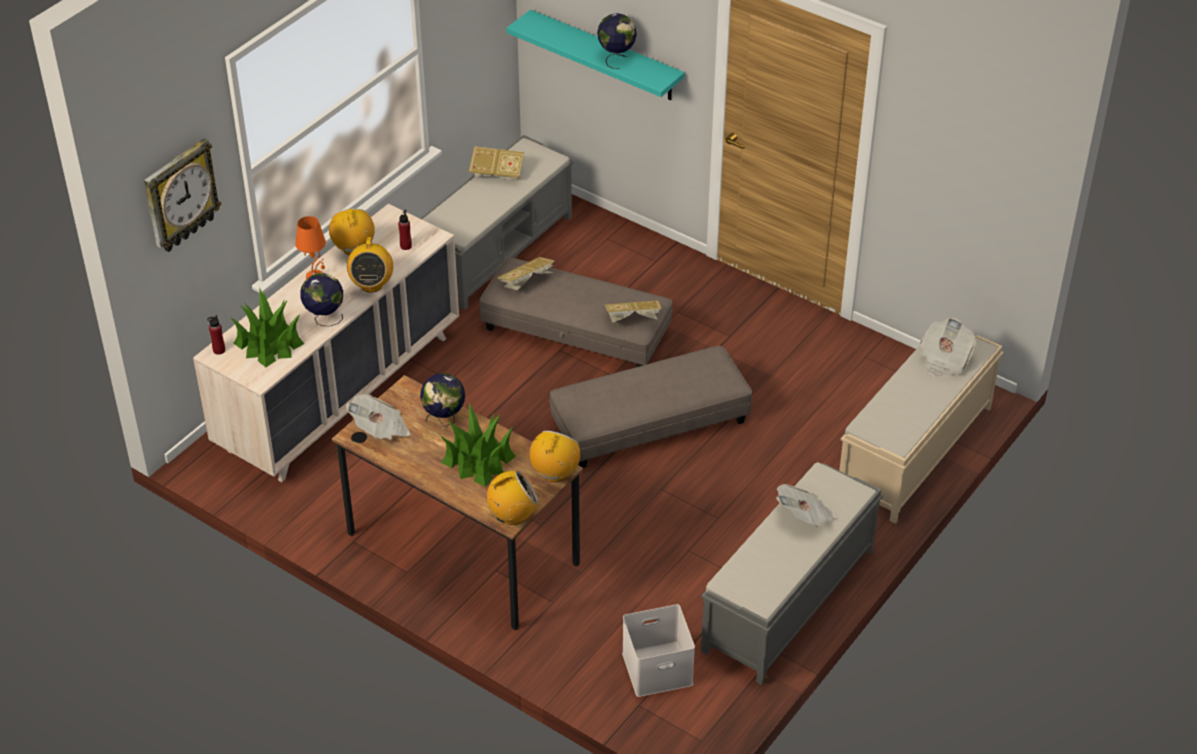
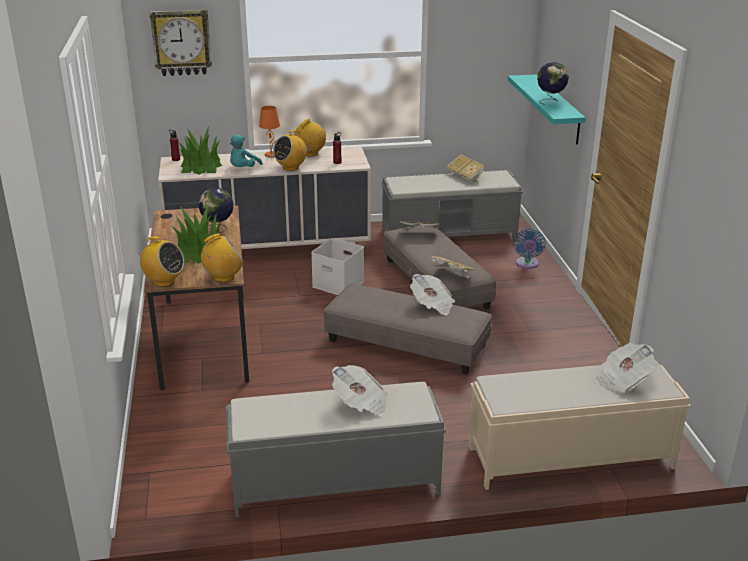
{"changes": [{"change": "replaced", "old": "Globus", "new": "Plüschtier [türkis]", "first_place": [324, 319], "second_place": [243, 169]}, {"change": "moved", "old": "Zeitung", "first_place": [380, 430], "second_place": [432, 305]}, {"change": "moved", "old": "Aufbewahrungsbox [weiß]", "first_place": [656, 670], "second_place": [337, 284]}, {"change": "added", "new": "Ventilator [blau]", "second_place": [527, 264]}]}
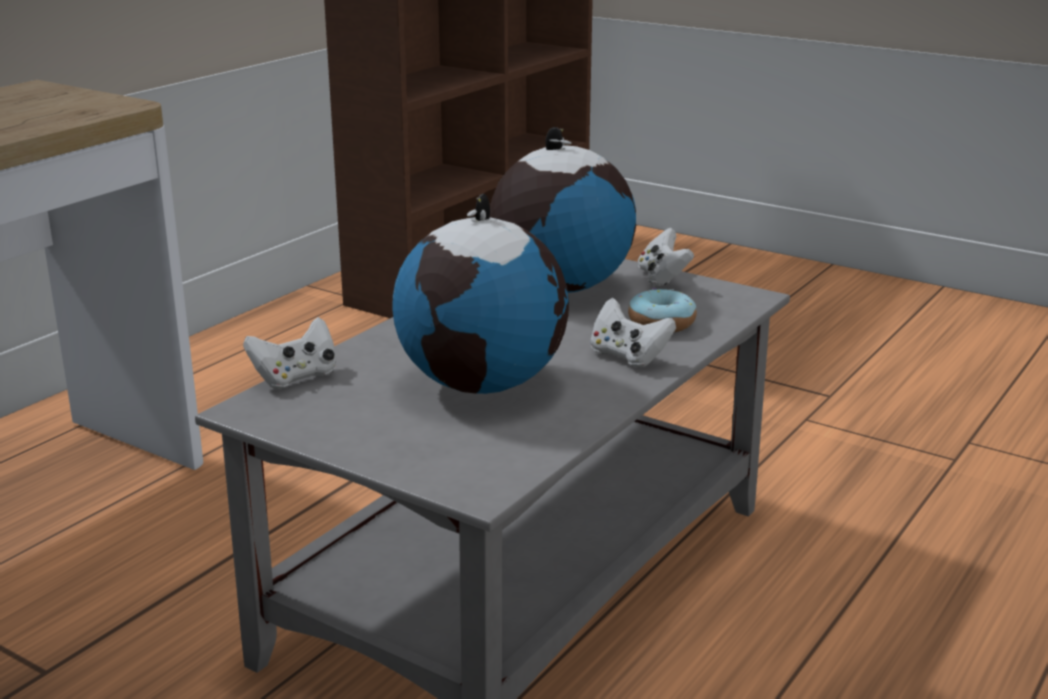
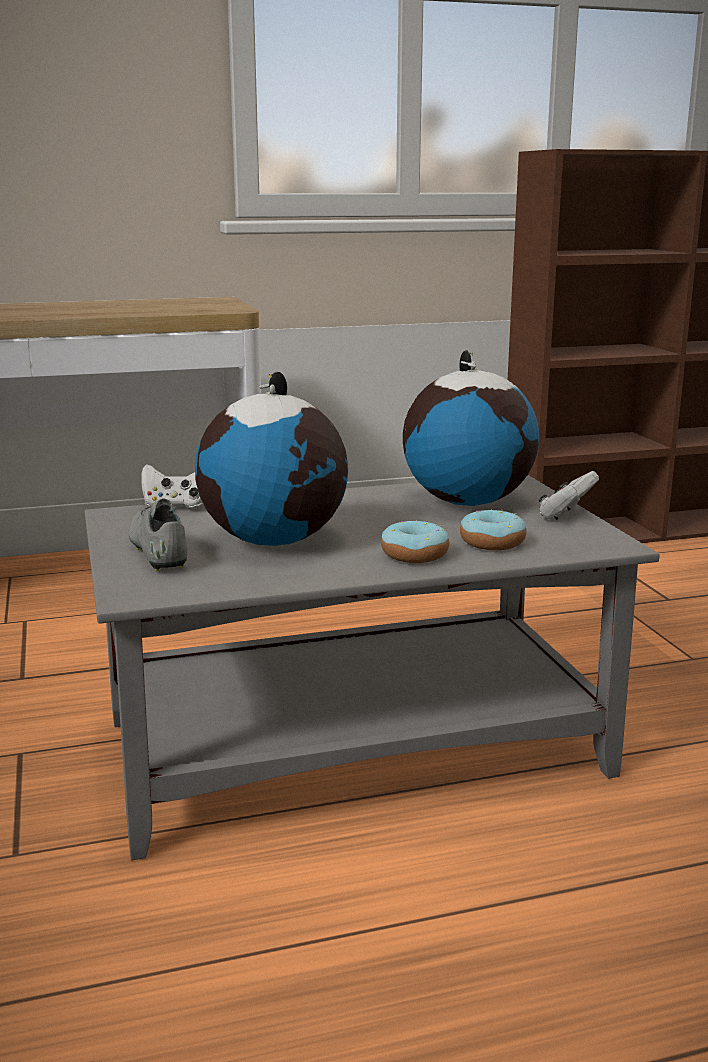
{"changes": [{"change": "replaced", "old": "Gamepad [weiß]", "new": "Donut", "first_place": [628, 356], "second_place": [414, 554]}, {"change": "added", "new": "Schuh [grau]", "second_place": [159, 551]}]}
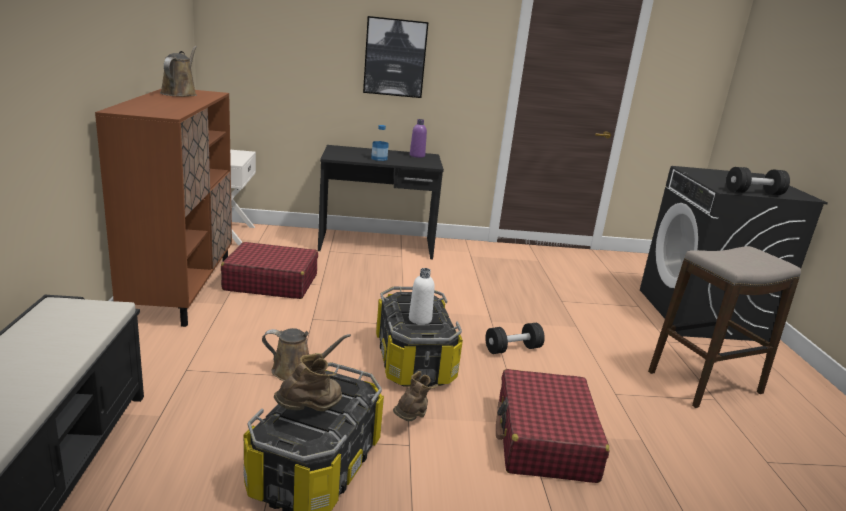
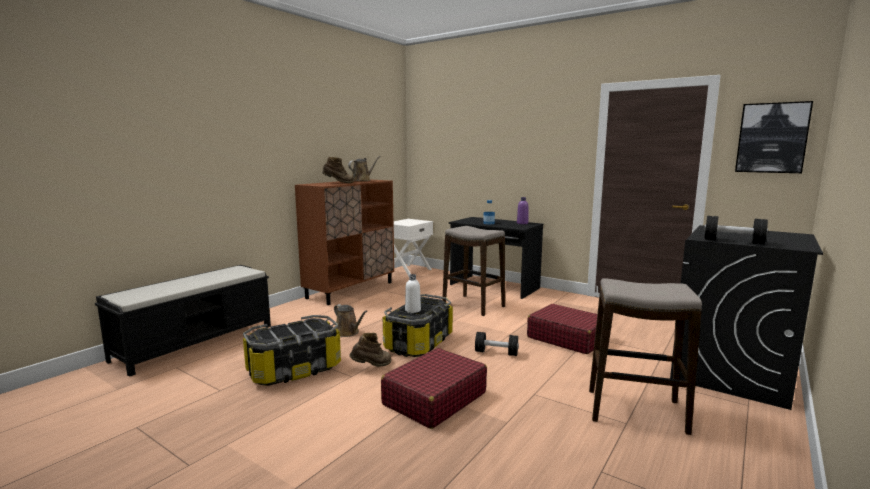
{"changes": [{"change": "moved", "old": "Koffer [rot]", "first_place": [270, 282], "second_place": [567, 338]}, {"change": "moved", "old": "Stiefel [braun]", "first_place": [311, 411], "second_place": [338, 183]}, {"change": "moved", "old": "Bild", "first_place": [395, 57], "second_place": [772, 138]}, {"change": "added", "new": "Hocker", "second_place": [473, 306]}]}
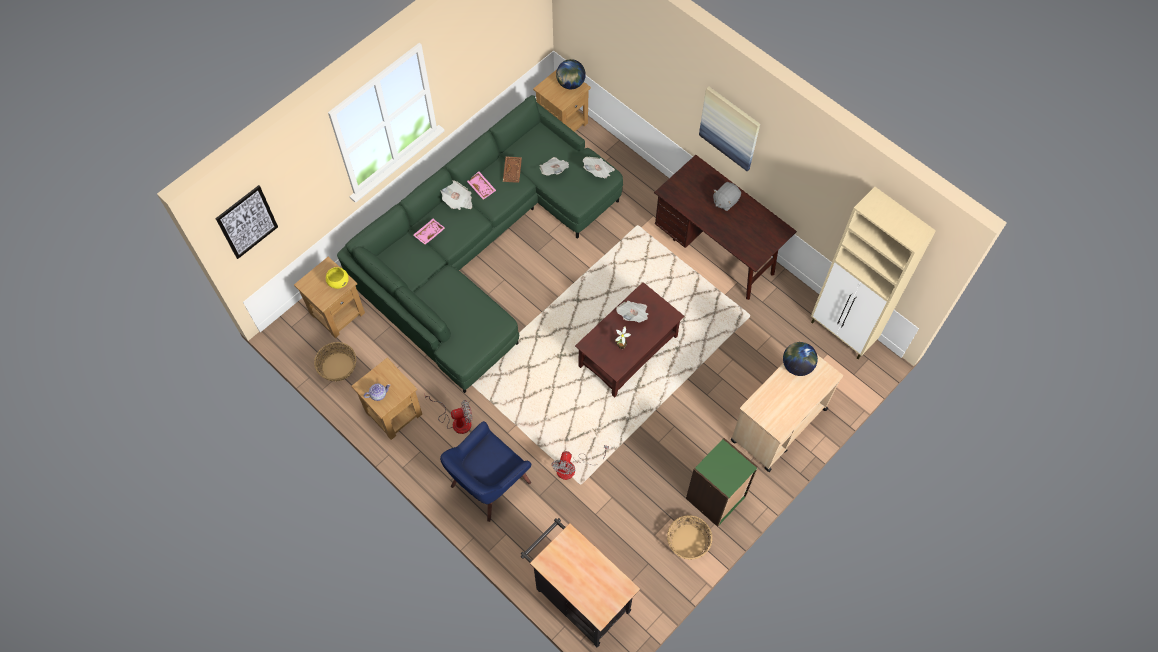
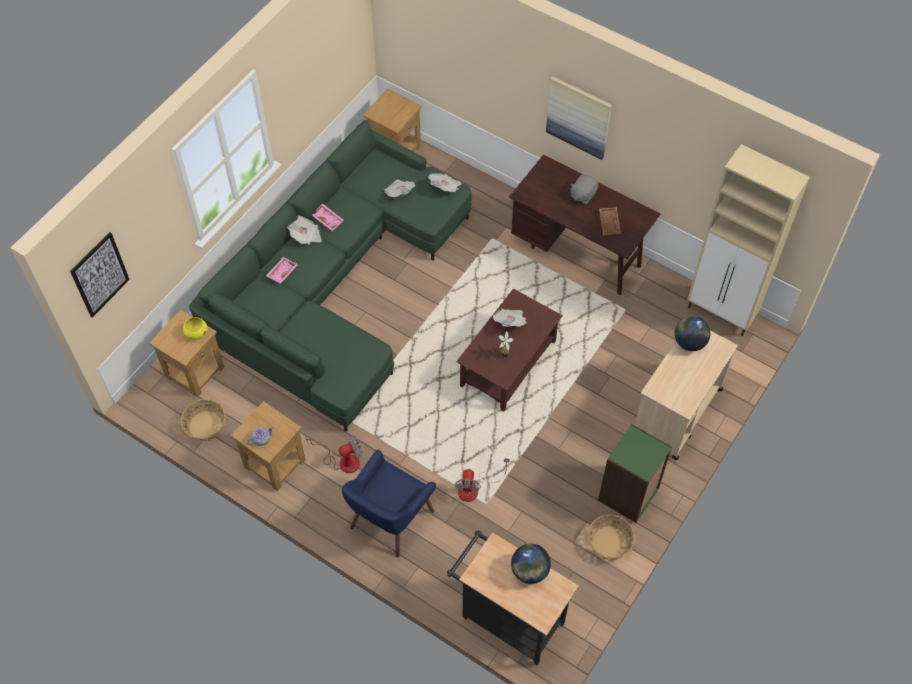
{"changes": [{"change": "moved", "old": "Tablett [braun]", "first_place": [513, 172], "second_place": [610, 224]}, {"change": "moved", "old": "Globus", "first_place": [570, 83], "second_place": [529, 571]}]}
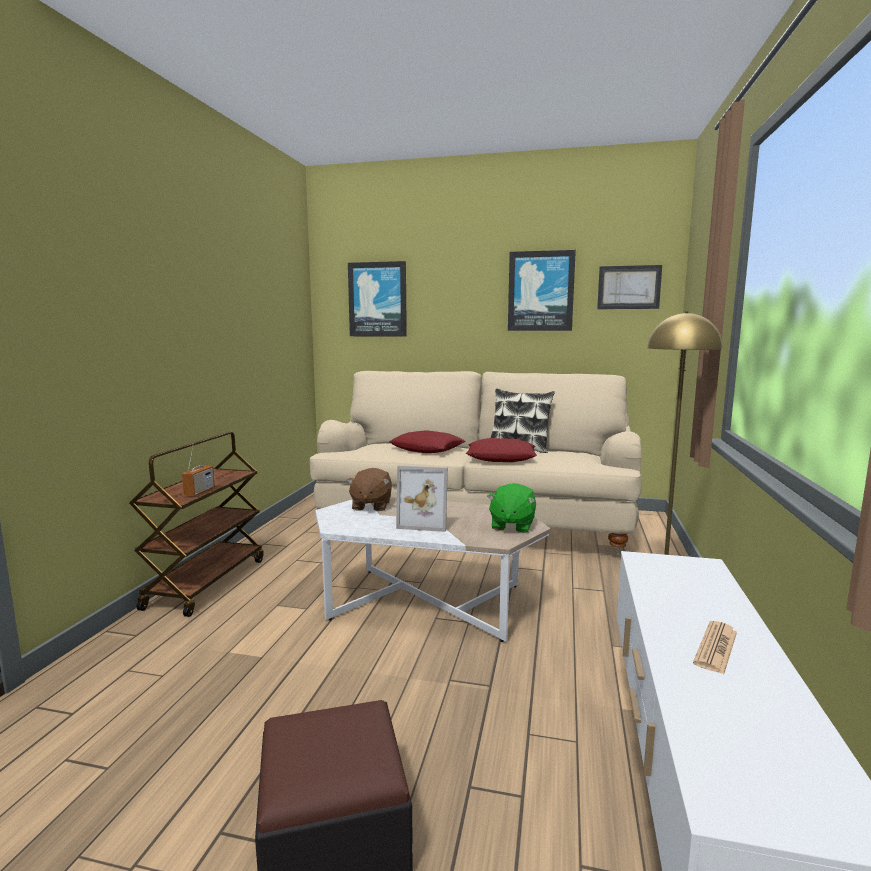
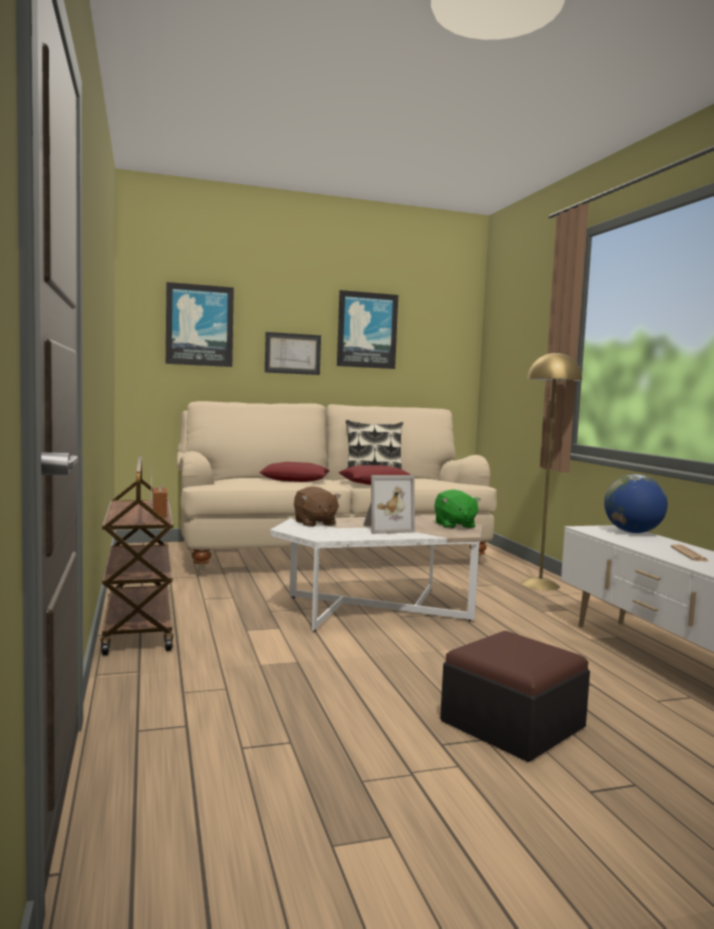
{"changes": [{"change": "moved", "old": "Bild", "first_place": [629, 287], "second_place": [292, 353]}, {"change": "added", "new": "Globus", "second_place": [633, 532]}]}
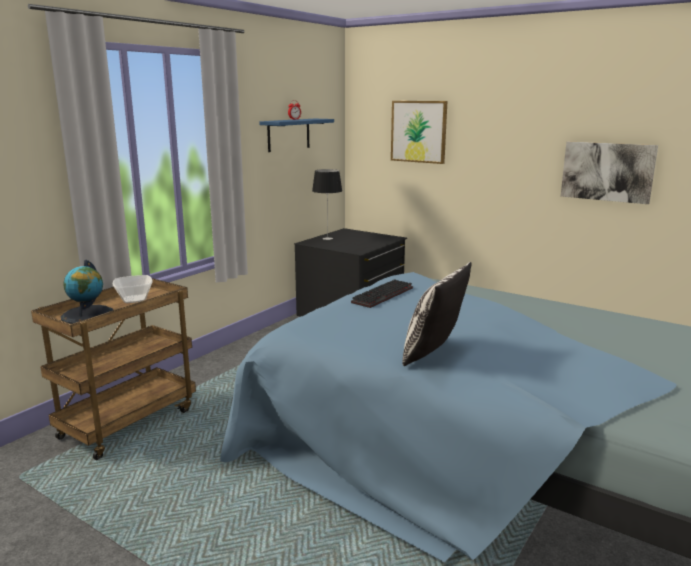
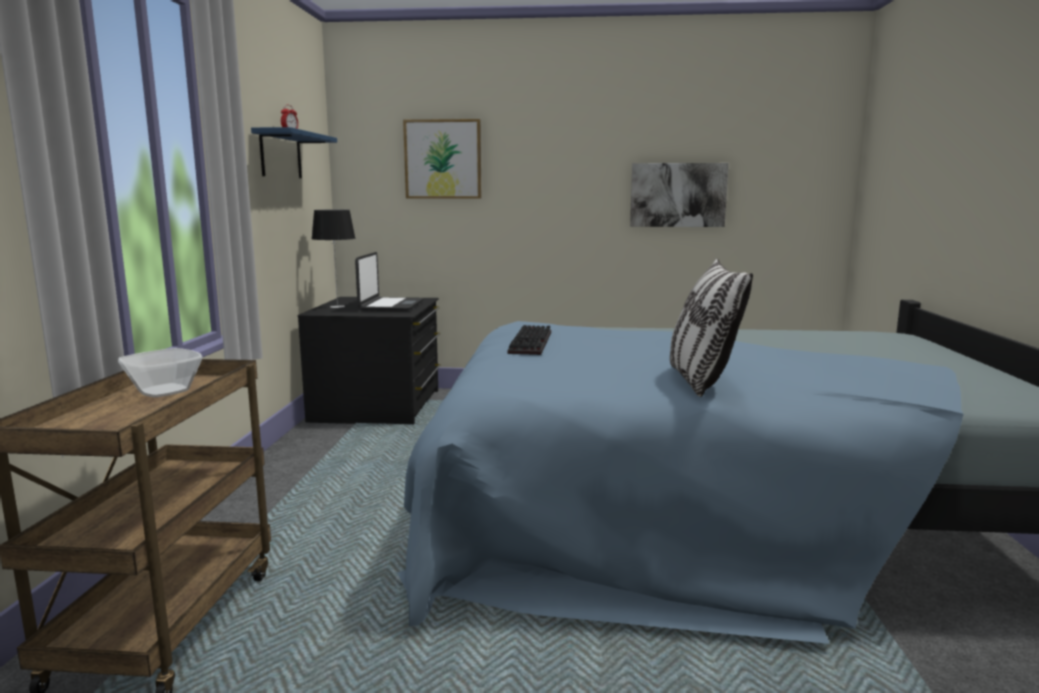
{"changes": [{"change": "removed", "old": "Globus", "first_place": [87, 315]}, {"change": "added", "new": "Laptop", "second_place": [390, 305]}]}
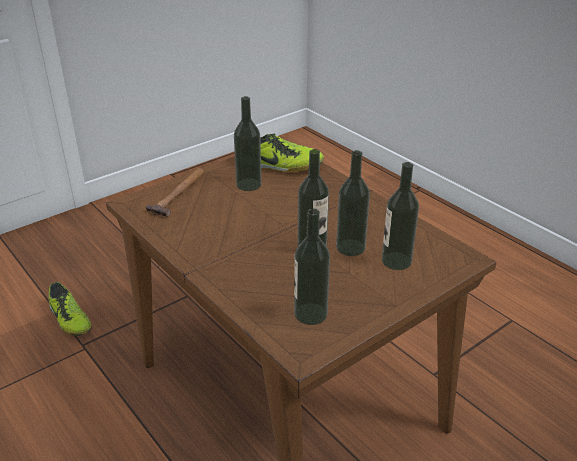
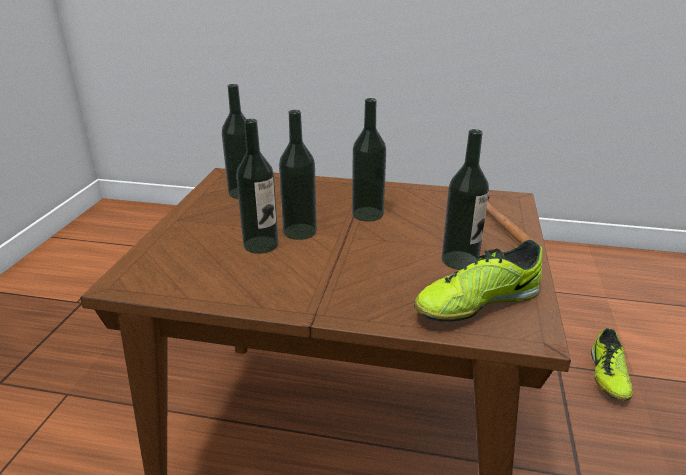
{"changes": [{"change": "turned", "old": "Schuh", "first_place": [70, 320], "second_place": [608, 375], "degrees": -90}, {"change": "moved", "old": "Flasche", "first_place": [396, 261], "second_place": [367, 214]}]}
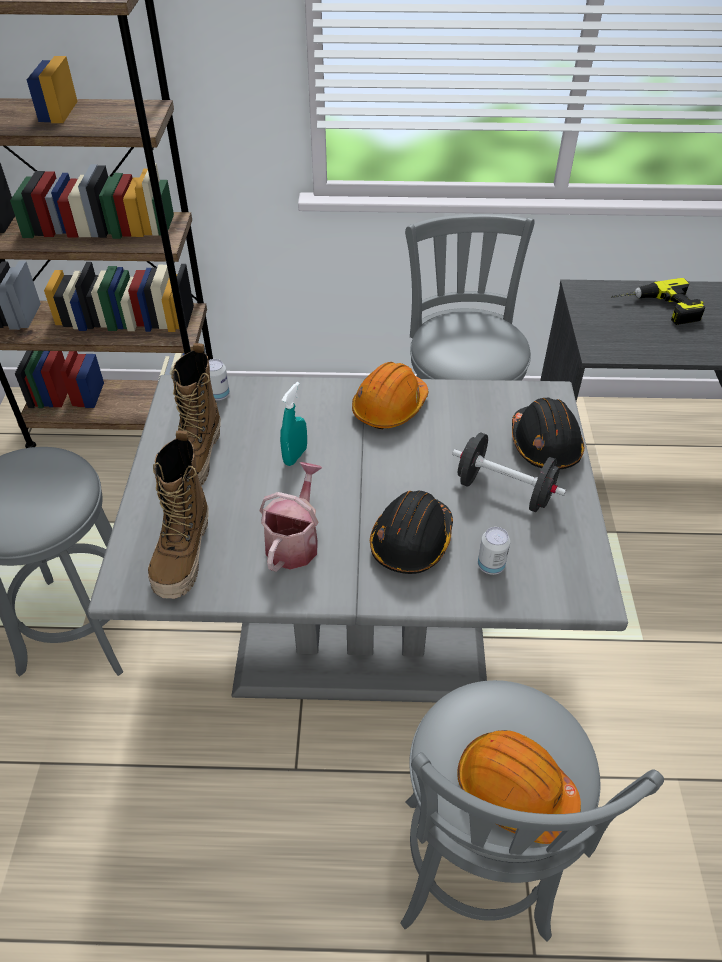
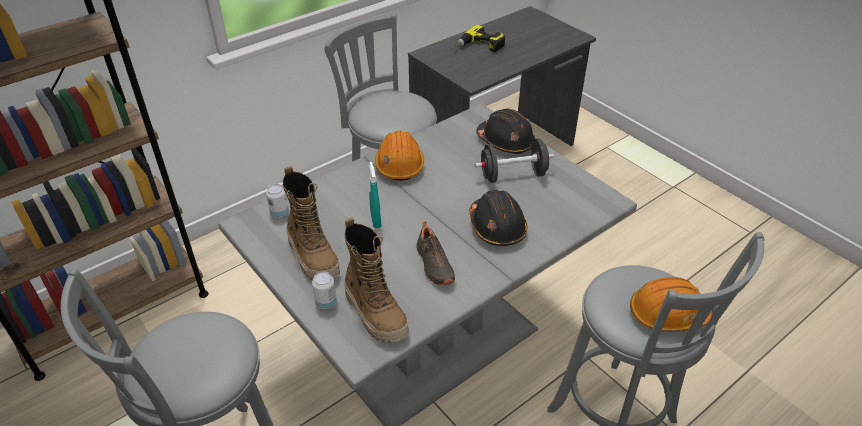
{"changes": [{"change": "replaced", "old": "Gießkanne", "new": "Schuh [schwarz]", "first_place": [295, 541], "second_place": [433, 265]}, {"change": "moved", "old": "Dose", "first_place": [491, 566], "second_place": [326, 303]}]}
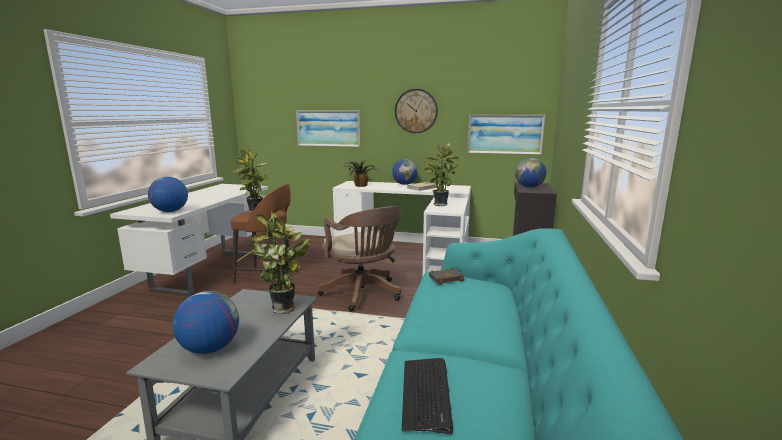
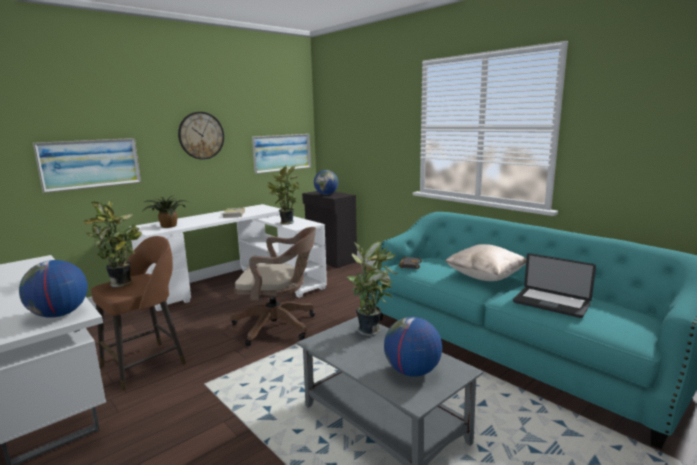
{"changes": [{"change": "removed", "old": "Globus", "first_place": [404, 184]}, {"change": "replaced", "old": "Tastatur", "new": "Laptop", "first_place": [426, 393], "second_place": [551, 303]}, {"change": "added", "new": "Kissen [beige]", "second_place": [485, 277]}]}
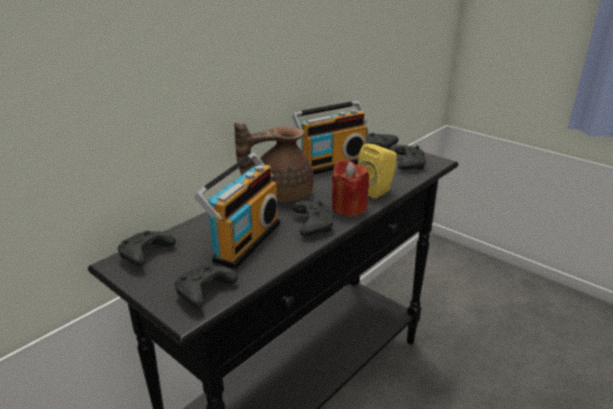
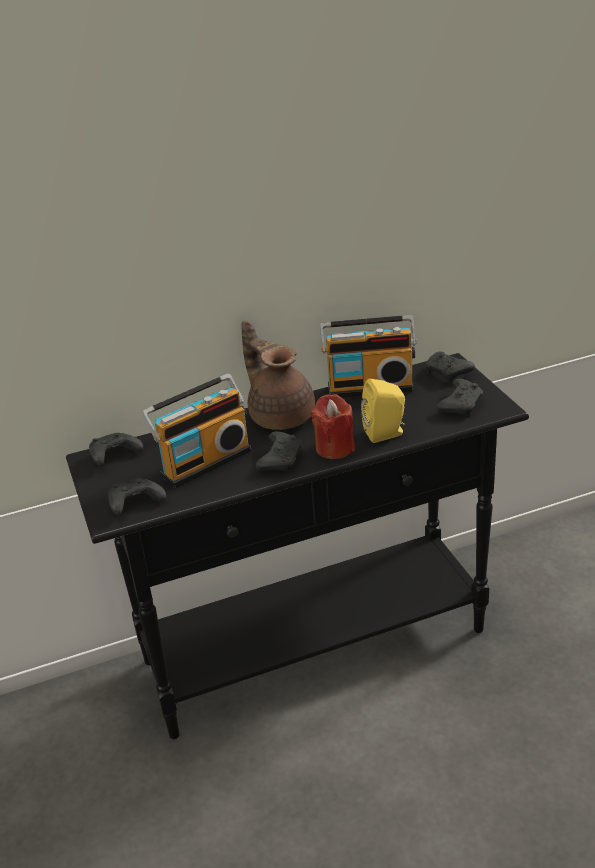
{"changes": [{"change": "turned", "old": "Teekanne [braun]", "first_place": [279, 194], "second_place": [280, 415], "degrees": 45}]}
